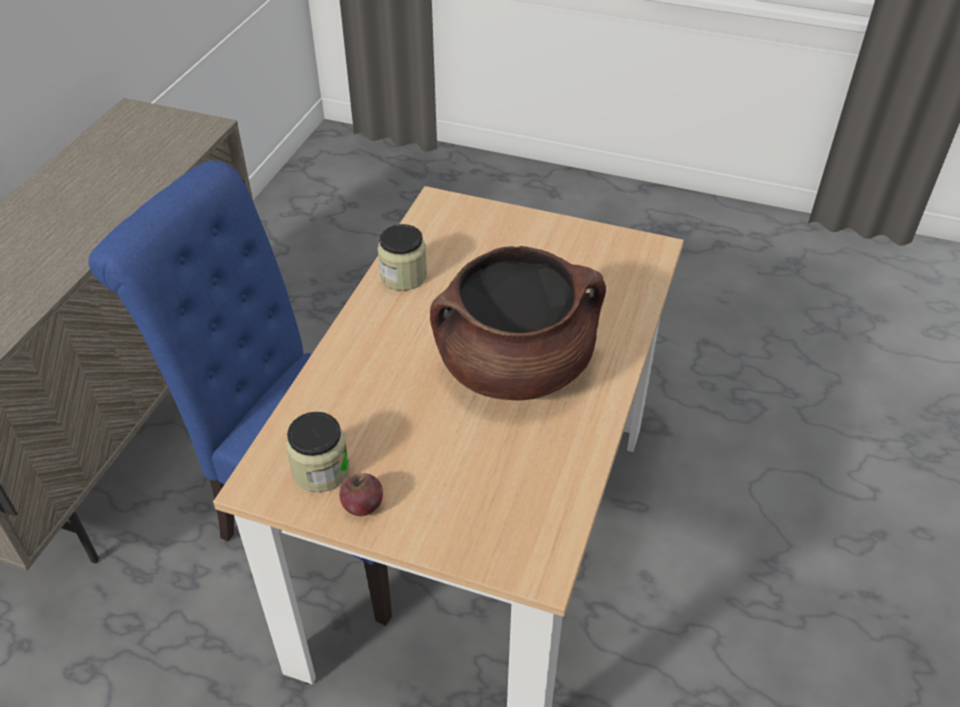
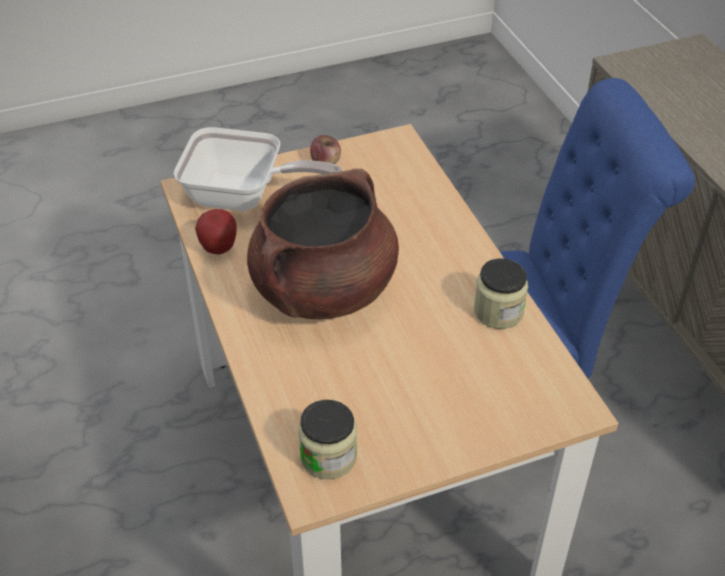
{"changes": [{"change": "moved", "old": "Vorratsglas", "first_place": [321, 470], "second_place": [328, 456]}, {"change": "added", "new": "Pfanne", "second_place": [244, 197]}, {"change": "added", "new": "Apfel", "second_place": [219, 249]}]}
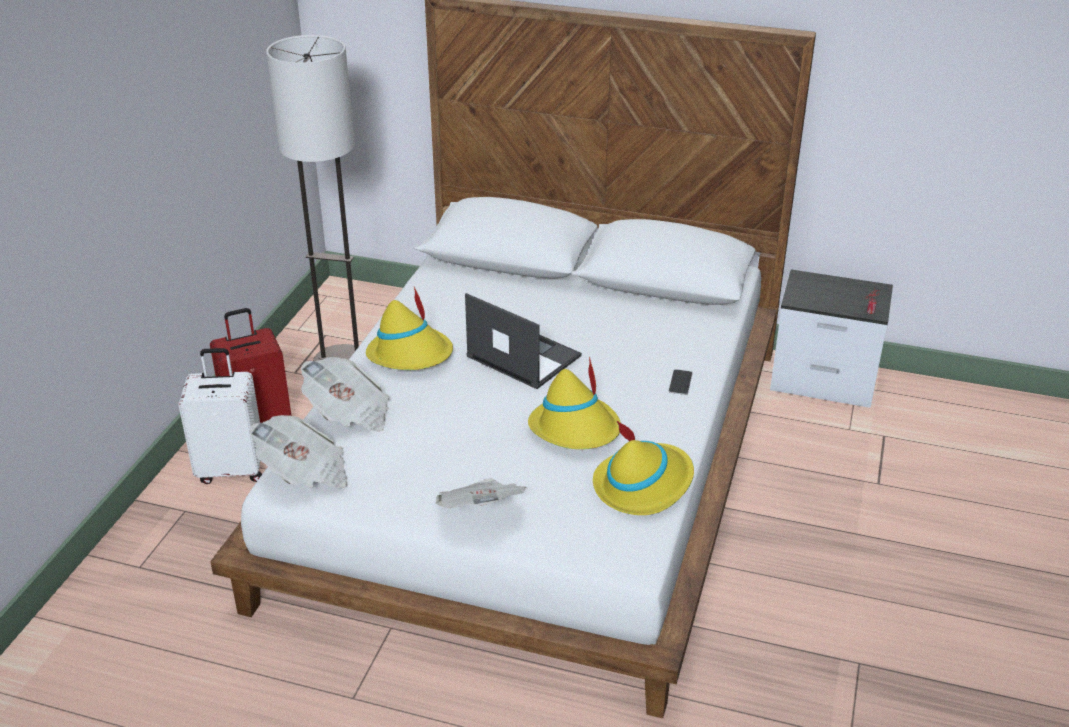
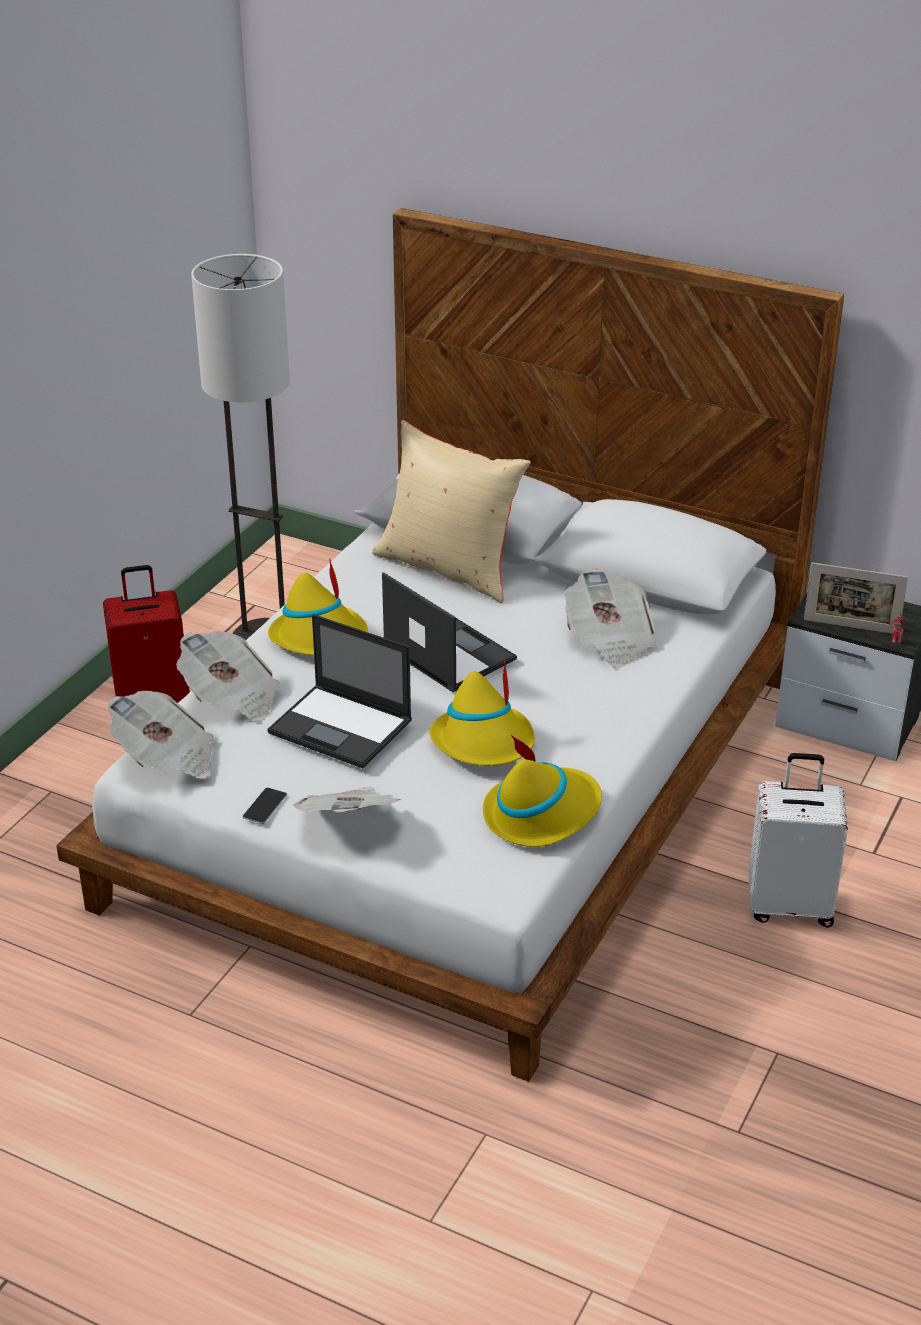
{"changes": [{"change": "moved", "old": "Koffer [weiß]", "first_place": [232, 469], "second_place": [789, 905]}, {"change": "moved", "old": "Handy", "first_place": [680, 382], "second_place": [265, 806]}, {"change": "added", "new": "Laptop", "second_place": [342, 727]}, {"change": "added", "new": "Kissen [beige]", "second_place": [449, 568]}, {"change": "added", "new": "Zeitung", "second_place": [609, 640]}, {"change": "added", "new": "Bilderrahmen", "second_place": [851, 627]}]}
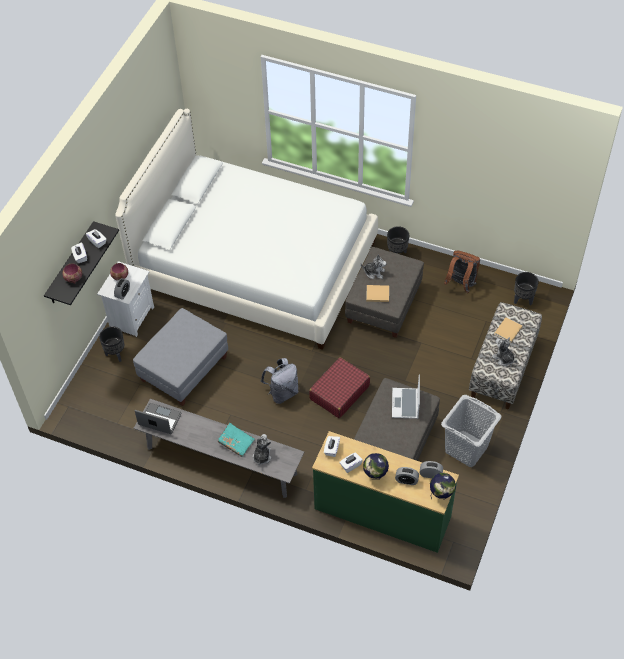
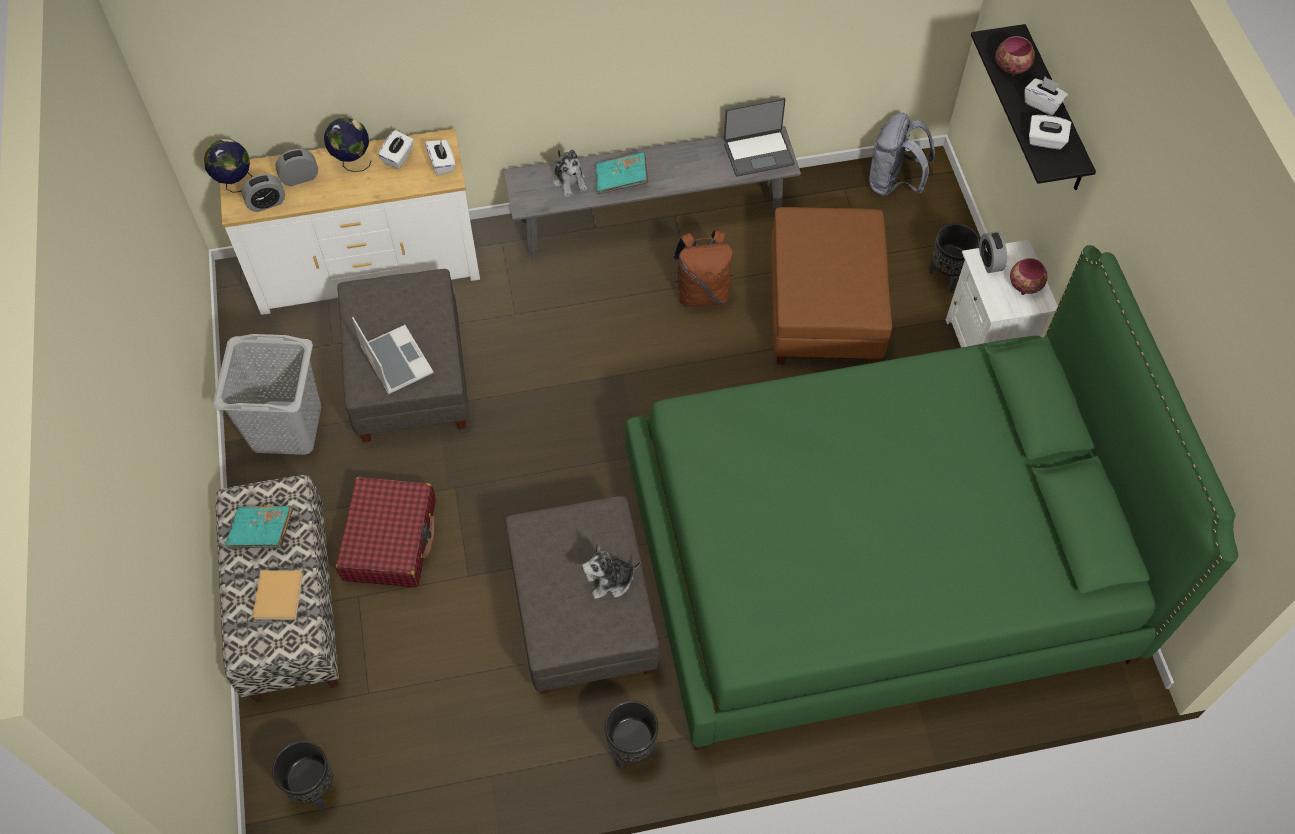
{"changes": [{"change": "recoloured", "old": "Bett [weiß]", "new": "Bett [grün]", "first_place": [255, 265], "second_place": [877, 560]}, {"change": "recoloured", "old": "Polsterhocker [grau]", "new": "Polsterhocker [braun]", "first_place": [184, 369], "second_place": [824, 311]}, {"change": "moved", "old": "Rucksack [grau]", "first_place": [282, 392], "second_place": [894, 183]}, {"change": "moved", "old": "Koffer [rot]", "first_place": [339, 392], "second_place": [390, 539]}, {"change": "recoloured", "old": "Kommode [grün]", "new": "Kommode [weiß]", "first_place": [382, 513], "second_place": [368, 269]}, {"change": "removed", "old": "Buch [beige]", "first_place": [376, 294]}, {"change": "moved", "old": "Rucksack [braun]", "first_place": [461, 284], "second_place": [702, 293]}, {"change": "replaced", "old": "Plüschtier", "new": "Buch [türkis]", "first_place": [503, 358], "second_place": [262, 532]}]}
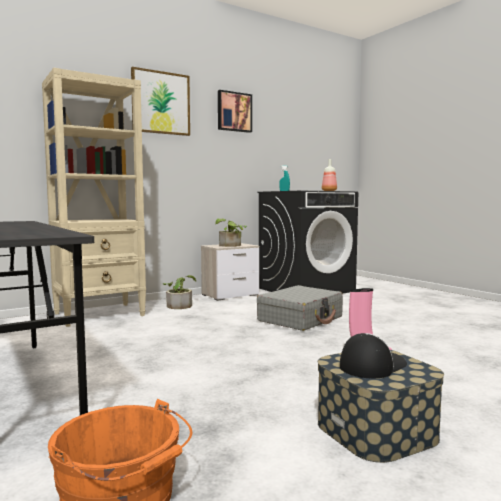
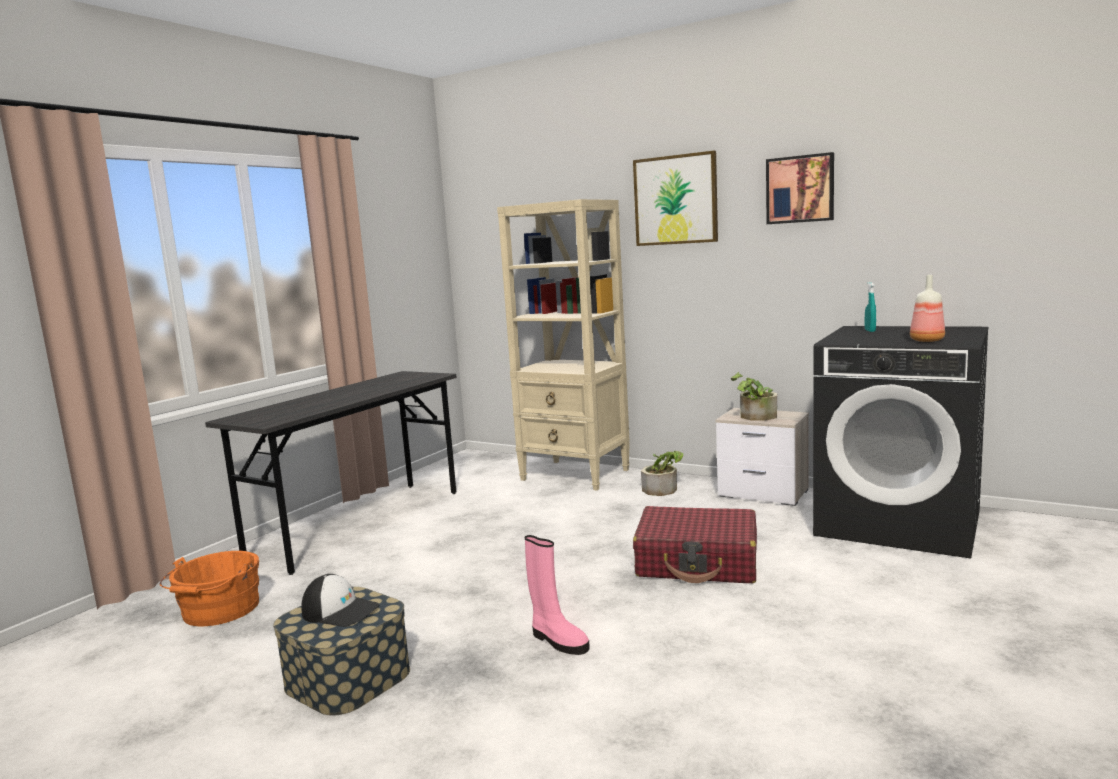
{"changes": [{"change": "recoloured", "old": "Koffer [grau]", "new": "Koffer [rot]", "first_place": [300, 319], "second_place": [698, 562]}]}
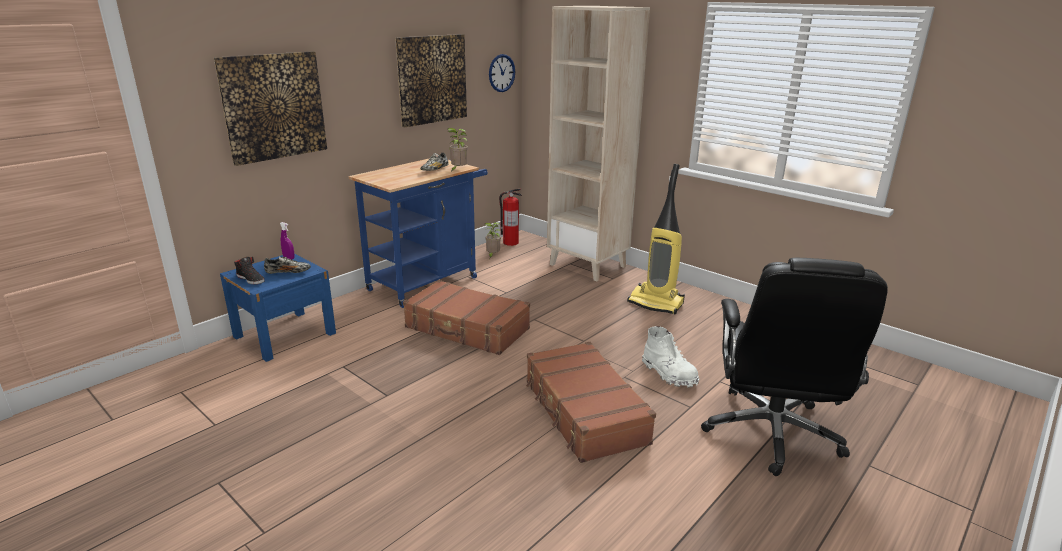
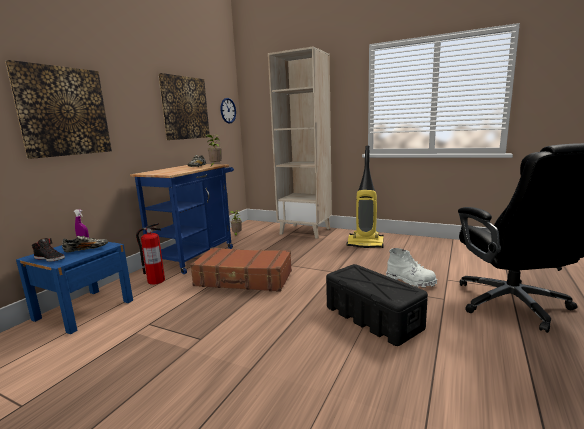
{"changes": [{"change": "moved", "old": "Feuerlöscher", "first_place": [510, 242], "second_place": [155, 281]}, {"change": "replaced", "old": "Koffer [braun]", "new": "Aufbewahrungsbox [schwarz]", "first_place": [584, 412], "second_place": [373, 318]}]}
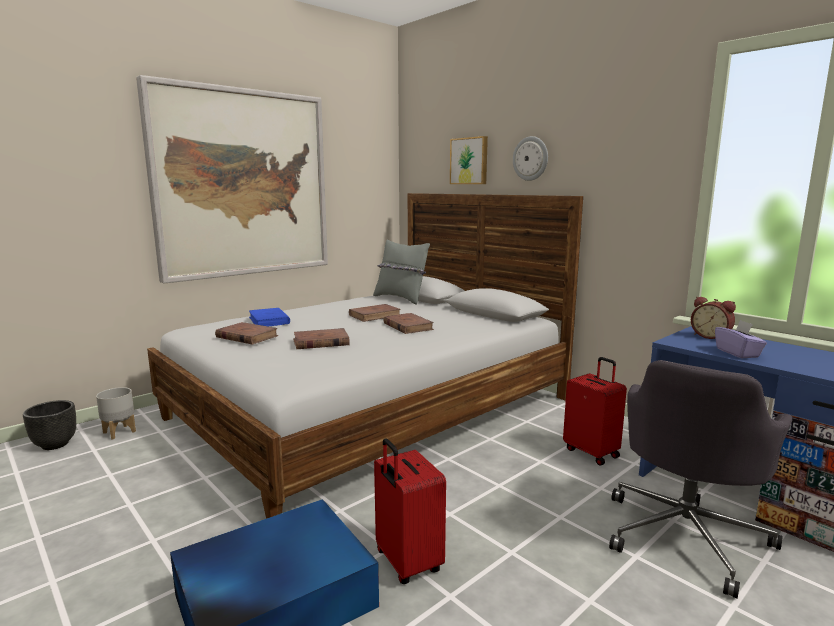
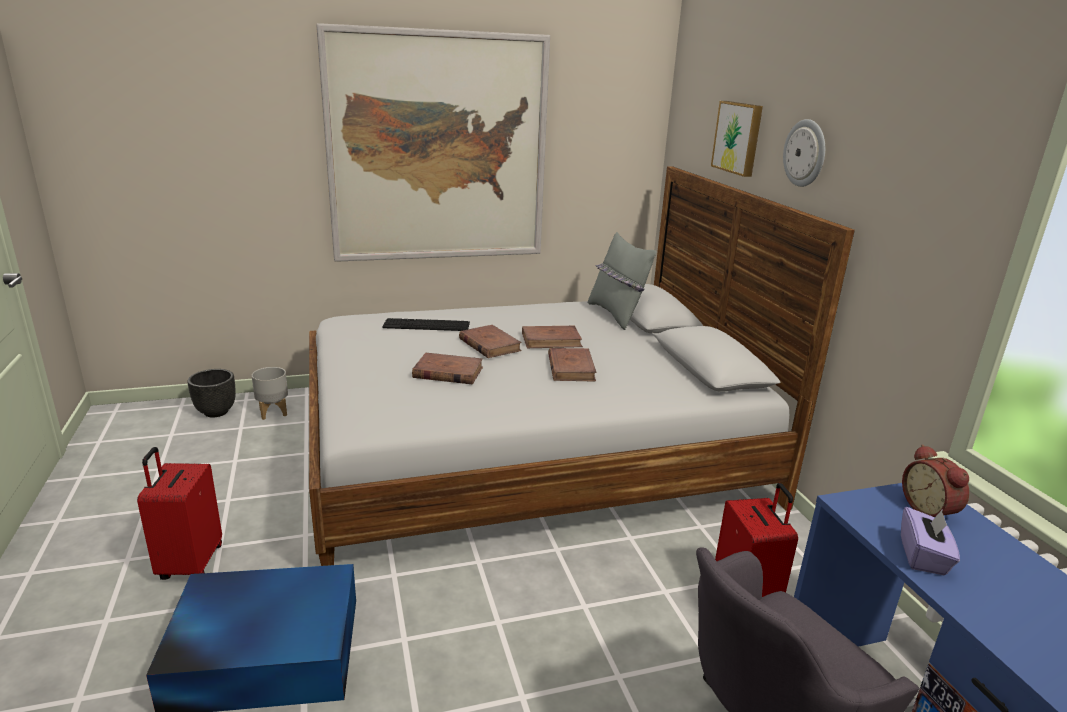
{"changes": [{"change": "moved", "old": "Buch [braun]", "first_place": [246, 336], "second_place": [489, 345]}, {"change": "replaced", "old": "Buch [blau]", "new": "Tastatur", "first_place": [269, 320], "second_place": [426, 325]}, {"change": "moved", "old": "Koffer [rot]", "first_place": [406, 563], "second_place": [189, 563]}]}
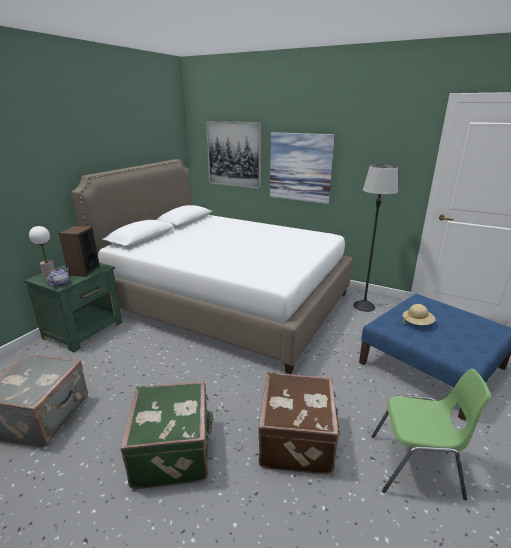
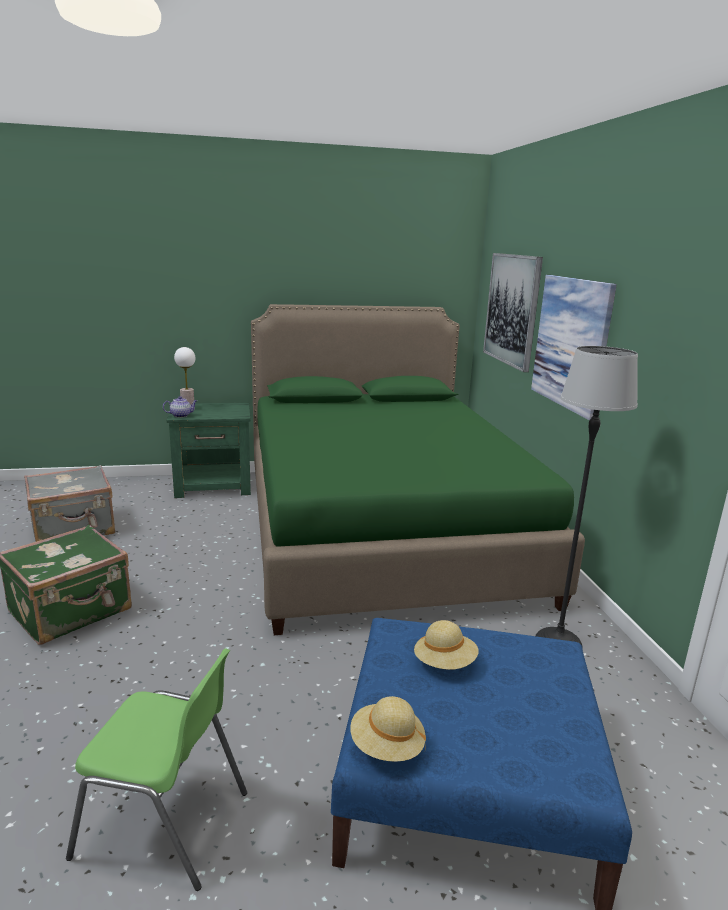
{"changes": [{"change": "removed", "old": "Lautsprecher", "first_place": [84, 271]}, {"change": "recoloured", "old": "Bett [weiß]", "new": "Bett [grün]", "first_place": [226, 301], "second_place": [380, 528]}, {"change": "removed", "old": "Koffer [braun]", "first_place": [298, 440]}, {"change": "turned", "old": "Stuhl [grün]", "first_place": [417, 467], "second_place": [165, 824], "degrees": -45}, {"change": "added", "new": "Hut [beige]", "second_place": [386, 746]}]}
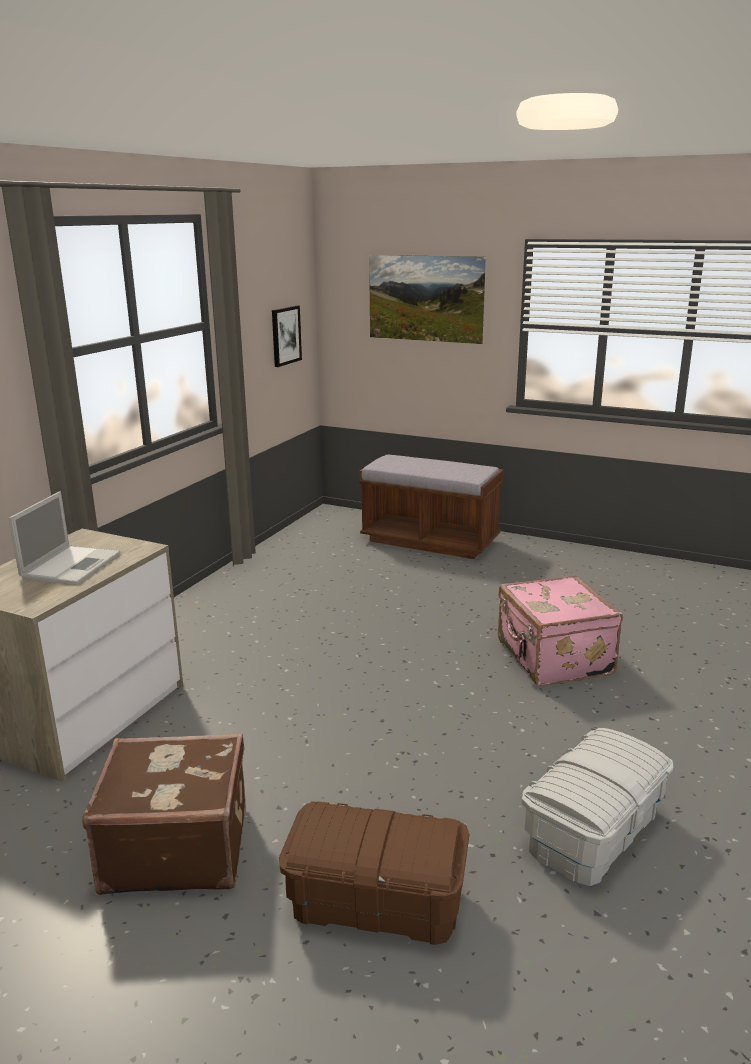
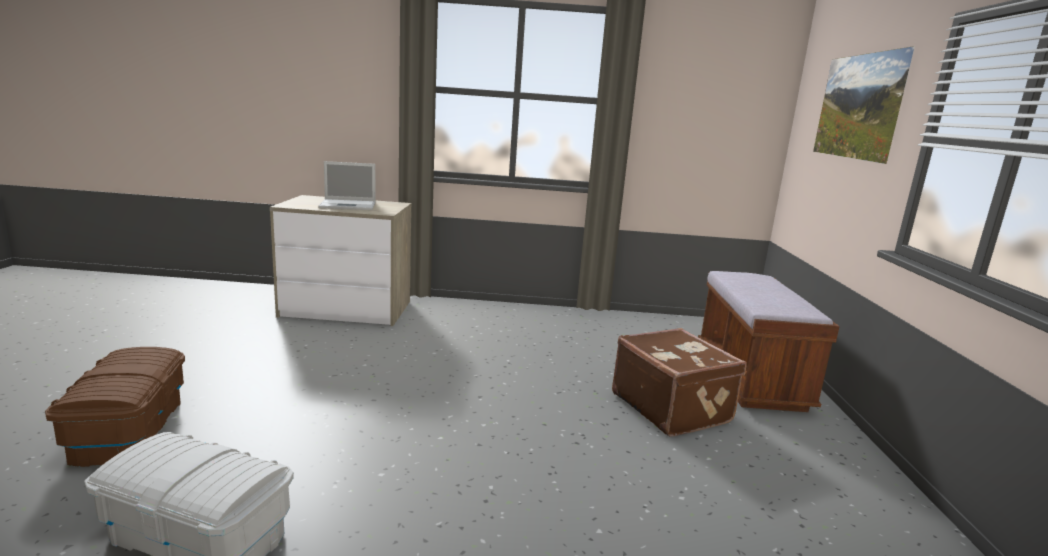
{"changes": [{"change": "moved", "old": "Koffer [braun]", "first_place": [176, 847], "second_place": [672, 407]}, {"change": "removed", "old": "Bild", "first_place": [285, 335]}, {"change": "removed", "old": "Koffer [rosa]", "first_place": [552, 659]}]}
